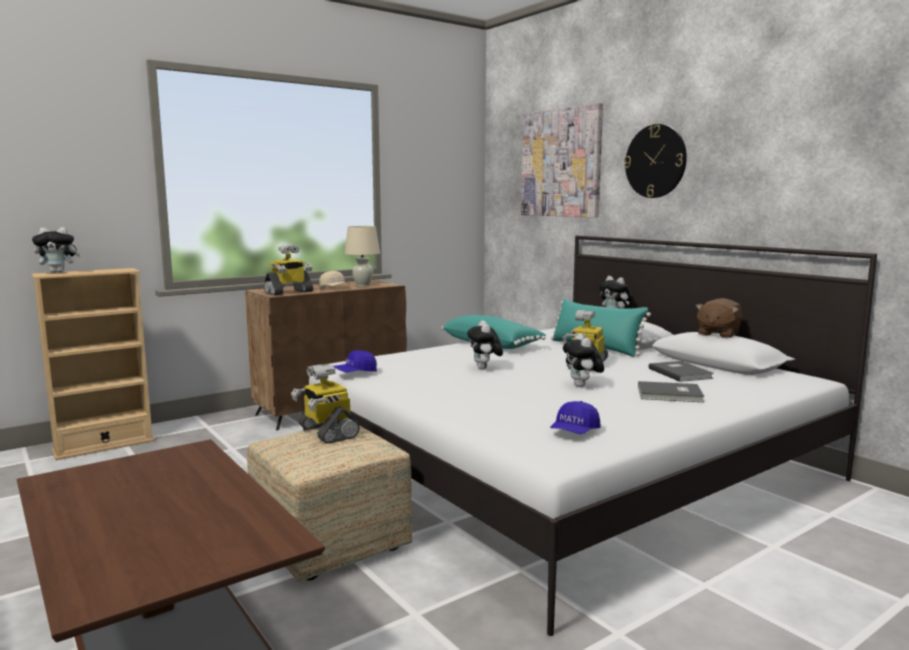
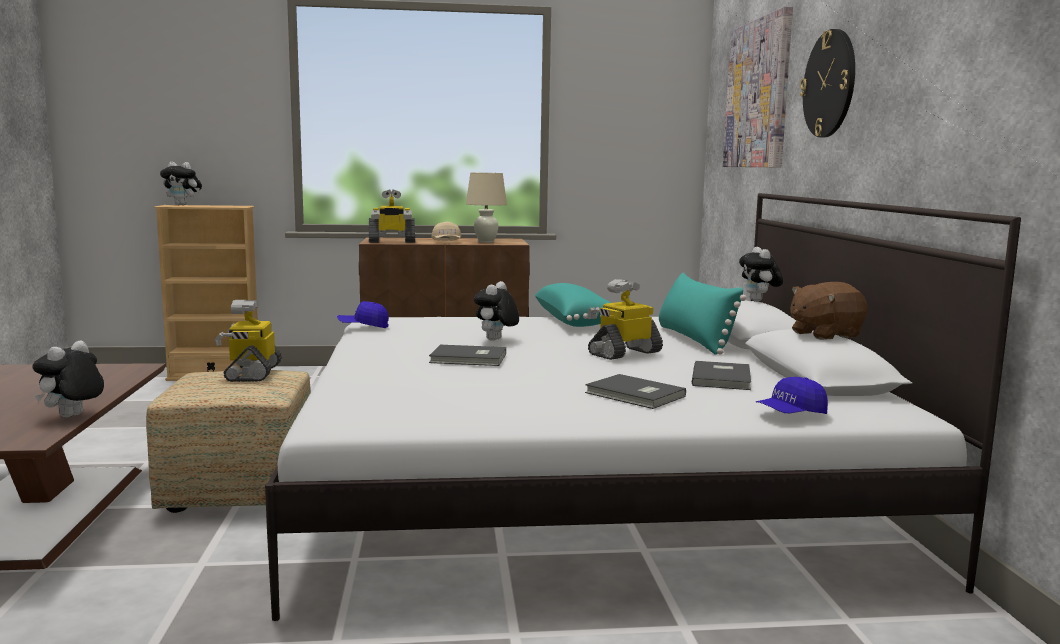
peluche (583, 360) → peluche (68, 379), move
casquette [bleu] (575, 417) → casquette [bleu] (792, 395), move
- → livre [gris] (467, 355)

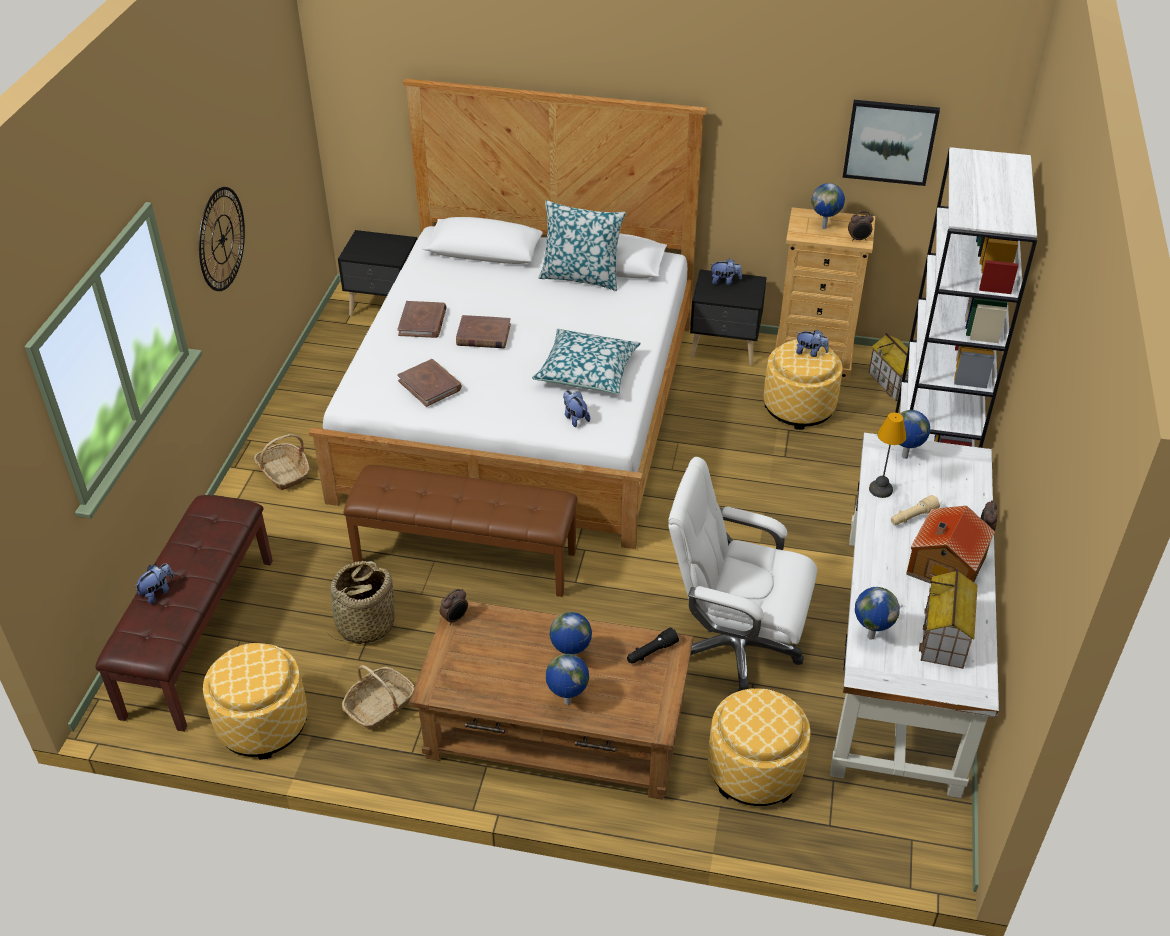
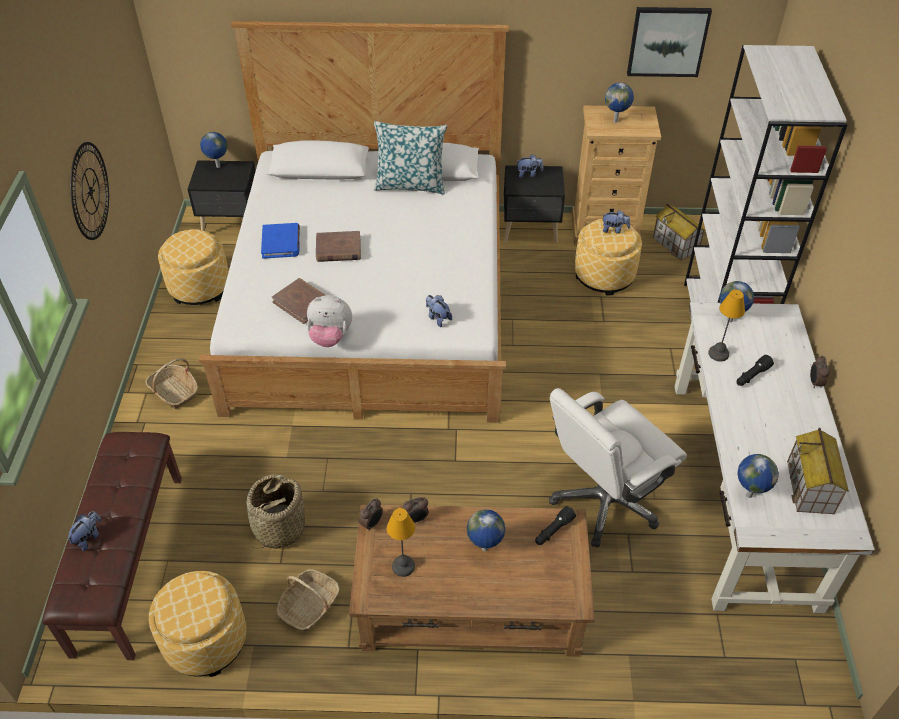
réveil (861, 226) → réveil (416, 510), move
livre [marron] (422, 319) → livre [bleu] (280, 241)
coussin (586, 361) → -
chaise de bureau [blanc] (742, 574) → chaise de bureau [blanc] (618, 468), 45 degrees counterclockwise
banc [marron] (460, 531) → -
lampe de poche [beige] (915, 510) → lampe de poche [noir] (755, 370)
maison miniature (950, 545) → -
globe (567, 679) → globe (213, 150), move
pouf (759, 747) → pouf (193, 267), move
- → peluche (329, 321)
- → lampe de table (401, 542)

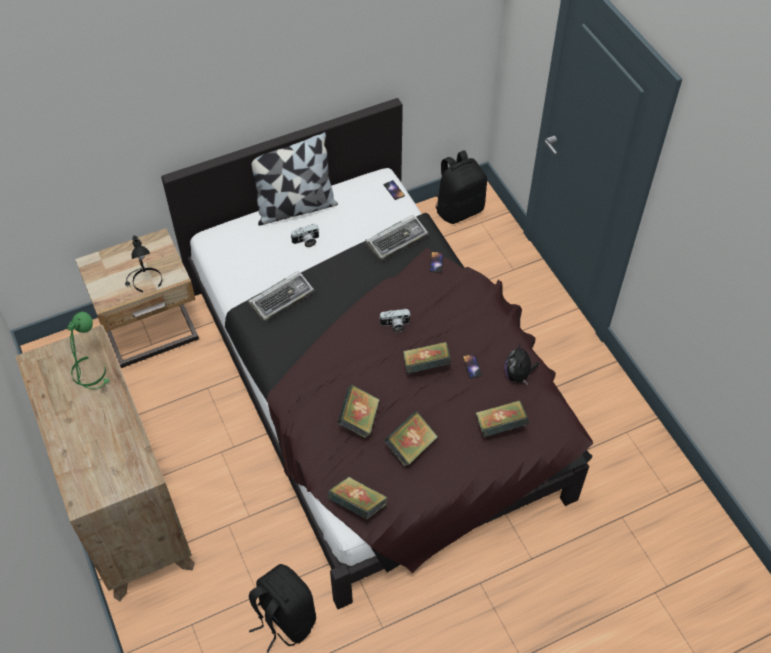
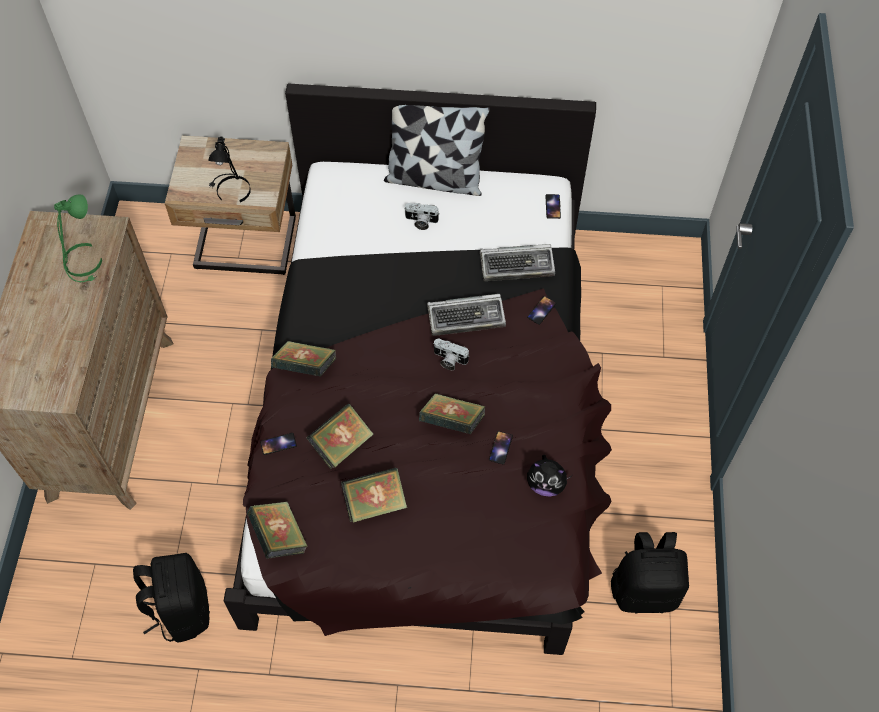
sac à dos [noir] (461, 187) → sac à dos [noir] (650, 573), move
clavier (281, 297) → clavier (466, 315), move
peluche (522, 364) → peluche (549, 475), 105 degrees counterclockwise
livre (502, 418) → livre (304, 359), move
- → téléphone (278, 444)

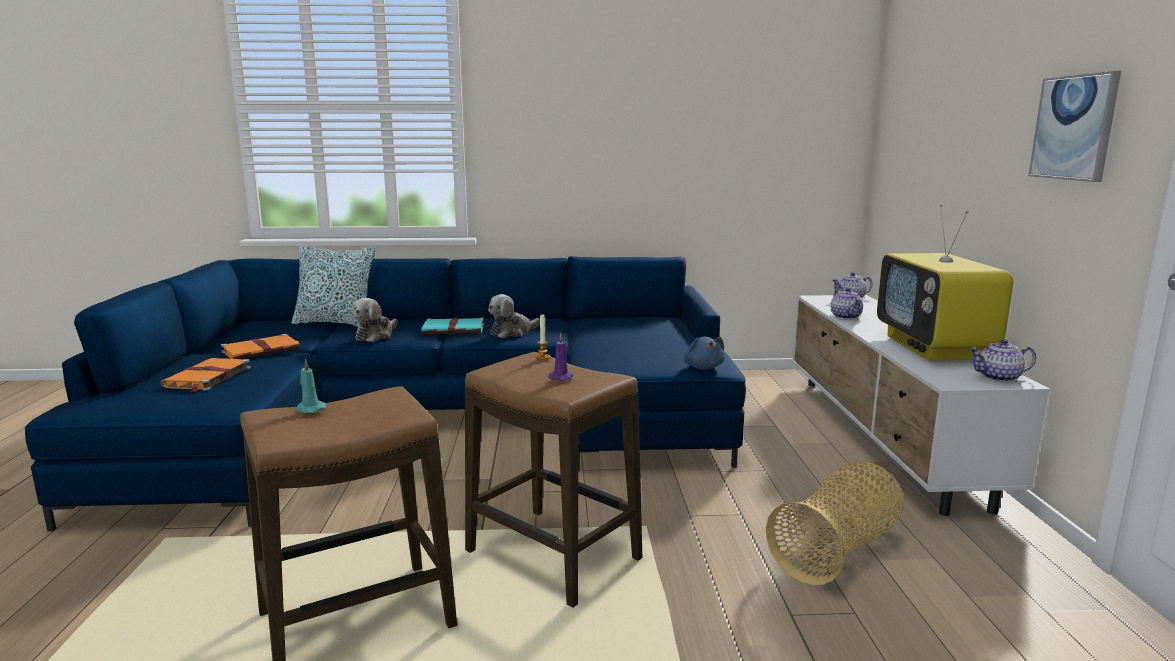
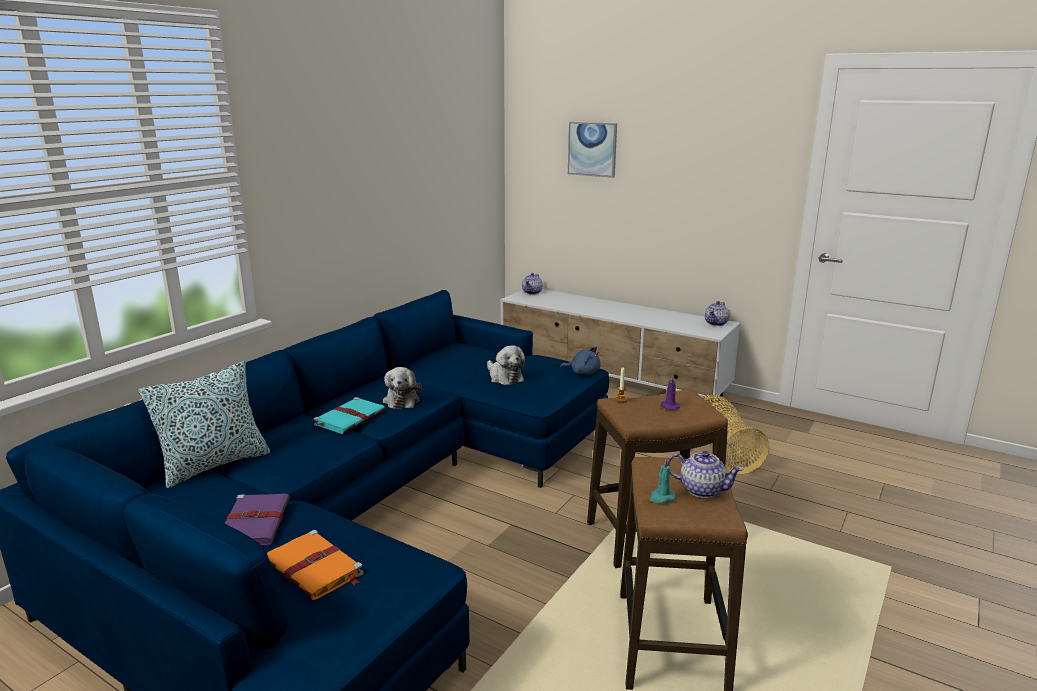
tableau (1075, 126) → tableau (592, 150), move
téléviseur (945, 282) → -
théière (847, 303) → théière (705, 474), move
peluche (374, 320) → peluche (506, 365), move
livre [orange] (260, 346) → livre [violet] (257, 519)

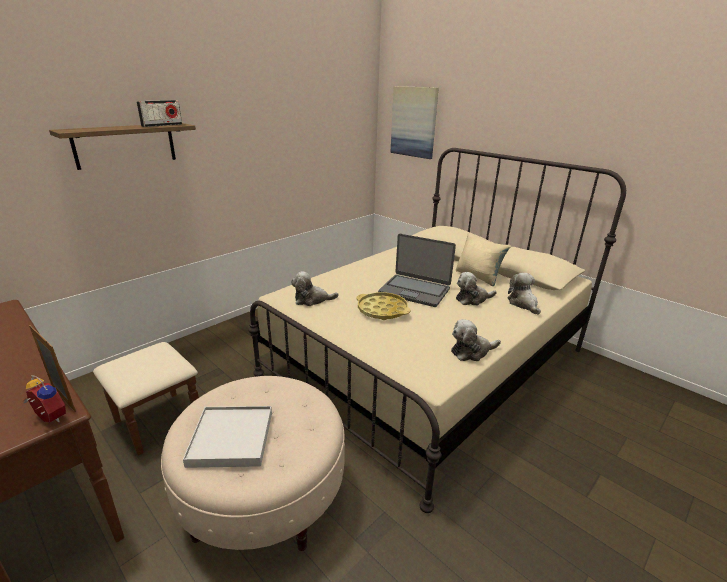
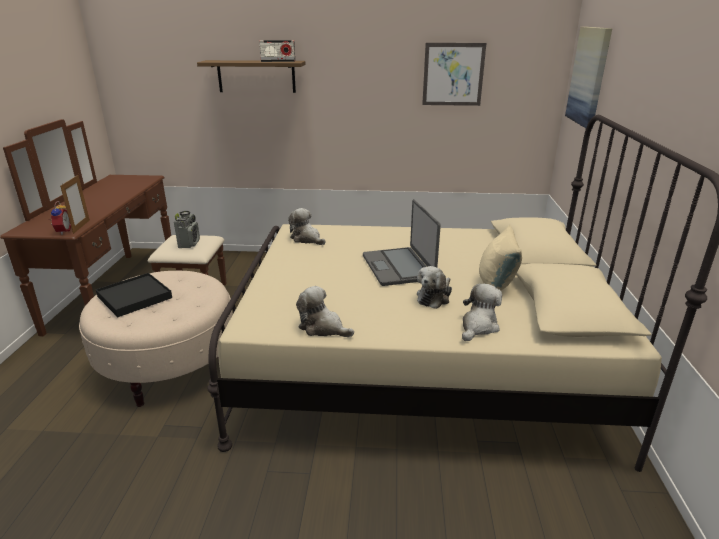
peluche (476, 289) → peluche (434, 287), 90 degrees counterclockwise
plateau [jaune] (383, 306) → -
plateau [blanc] (227, 437) → plateau [noir] (134, 295)
- → tableau (454, 74)
- → radio (187, 229)

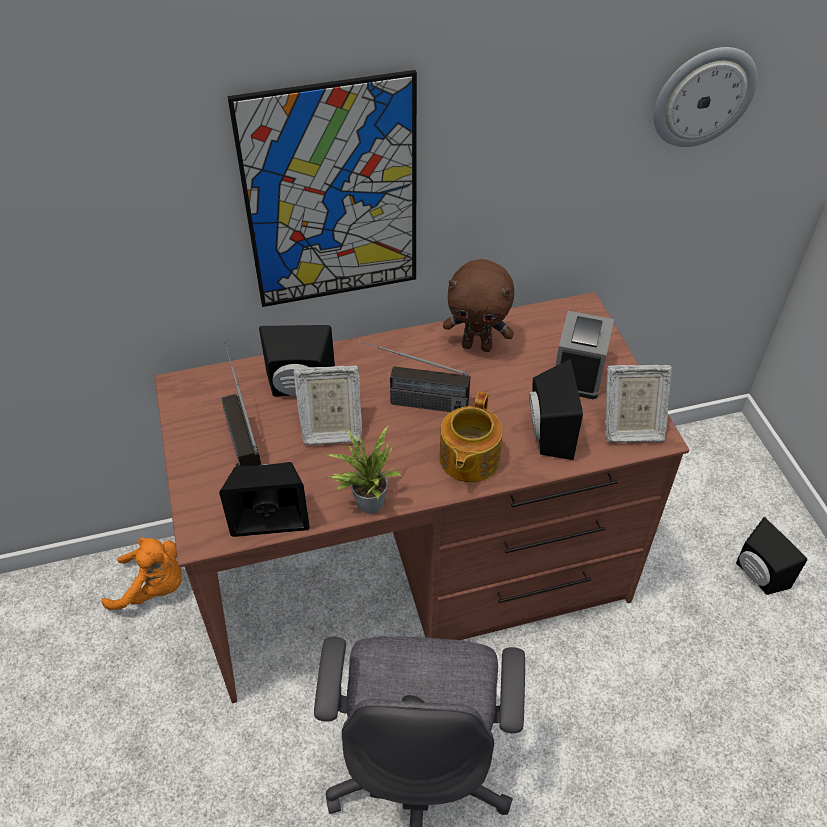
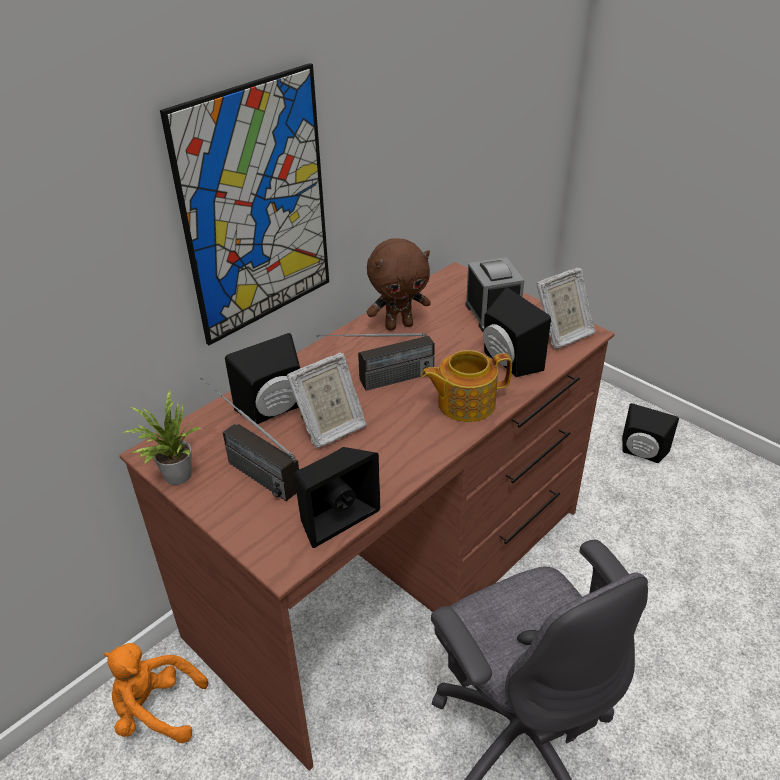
horloge murale (706, 97) → -
théière (471, 437) → théière (466, 386), 90 degrees clockwise
plante en pot (364, 469) → plante en pot (163, 437), move
peluche [orange] (141, 573) → peluche [orange] (156, 693), 150 degrees counterclockwise

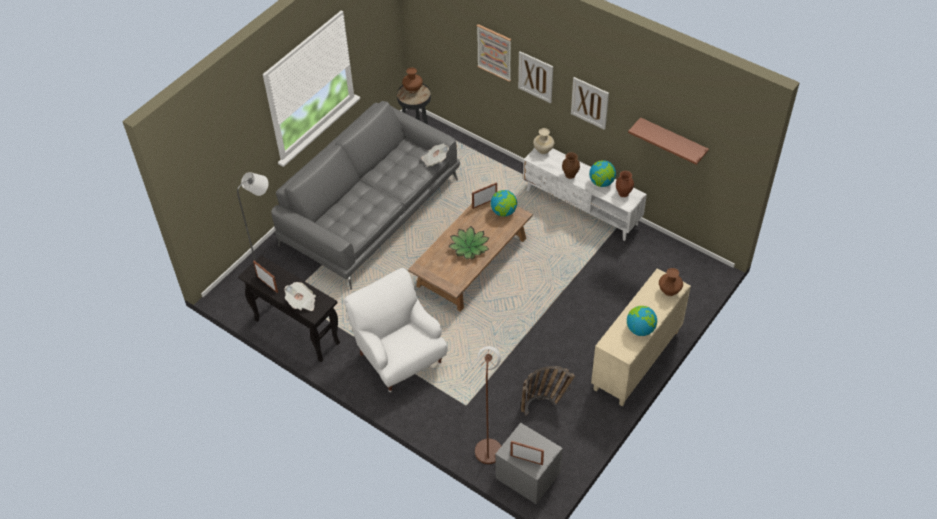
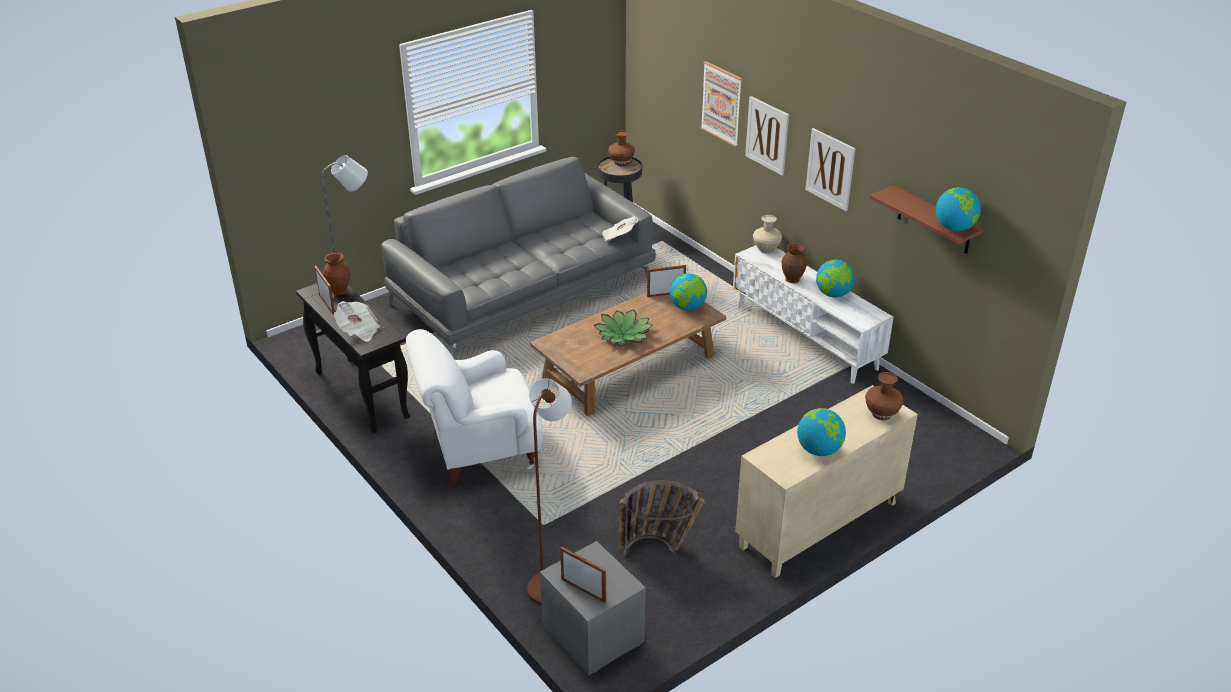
vase [marron] (625, 184) → vase [marron] (336, 274), move
fauteuil [blanc] (395, 330) → fauteuil [blanc] (474, 408), 90 degrees counterclockwise
- → globe (958, 209)

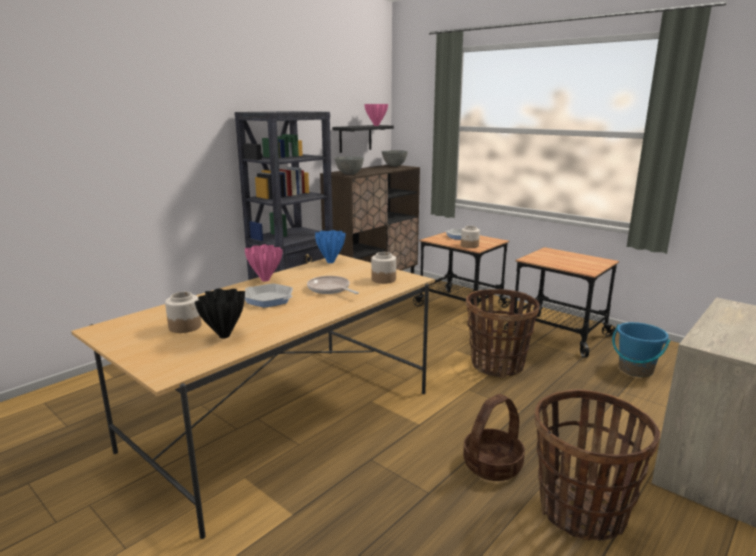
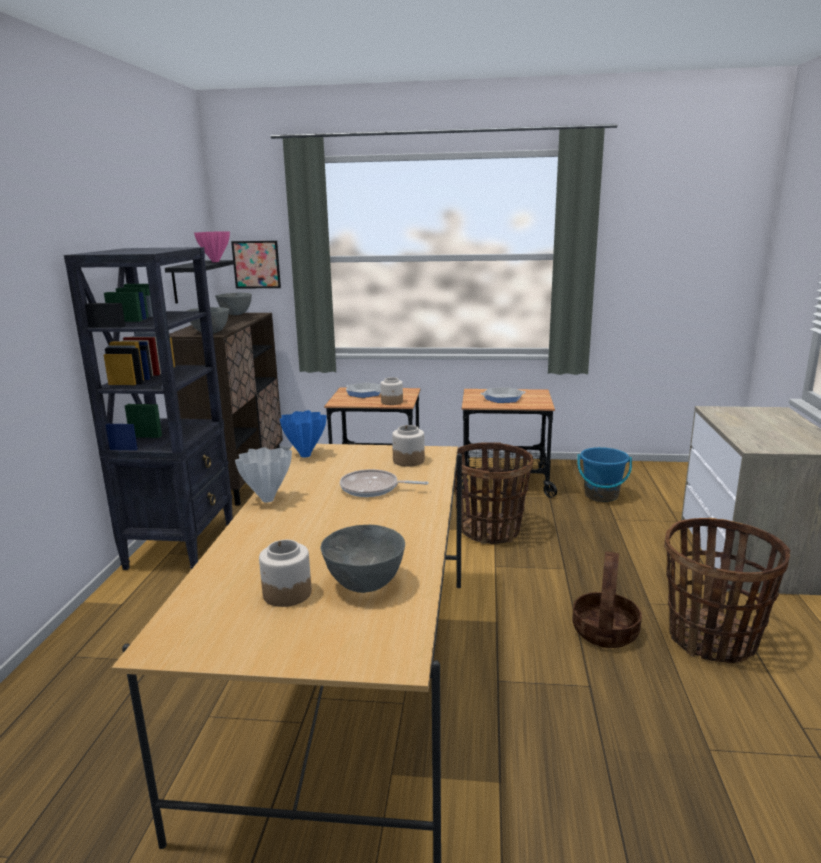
vase [rose] (264, 263) → vase [blanc] (263, 474)
poêle (269, 296) → poêle (503, 395), move
vase [noir] (220, 313) → bol [gris] (363, 559)
- → tableau (256, 265)

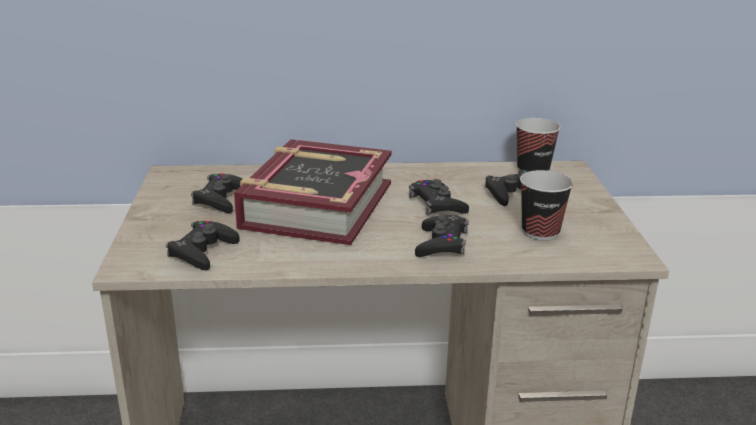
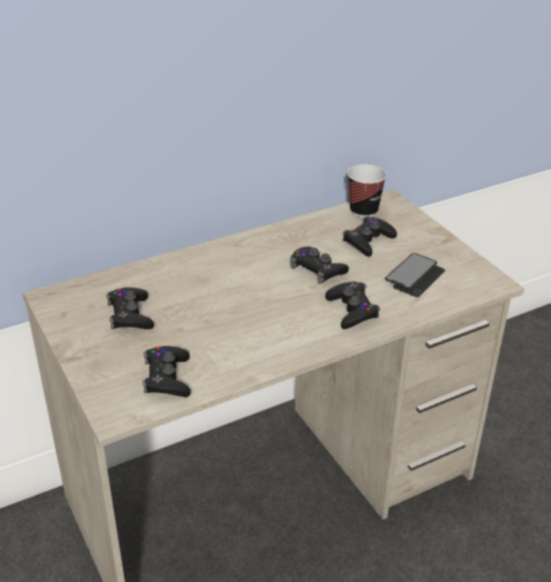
livre (313, 192) → -
tasse (546, 205) → téléphone (415, 275)

